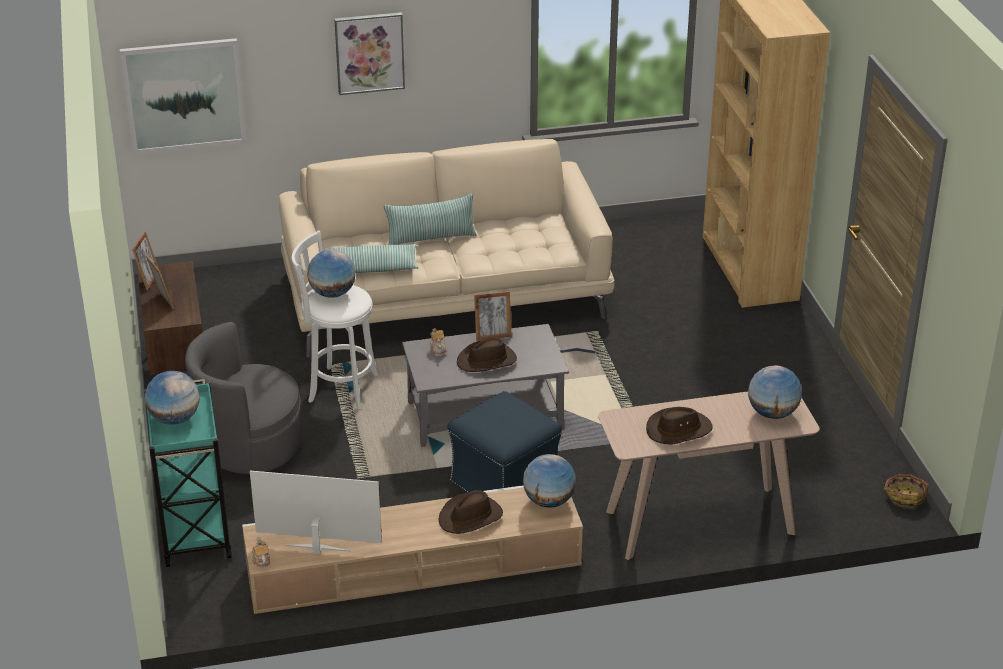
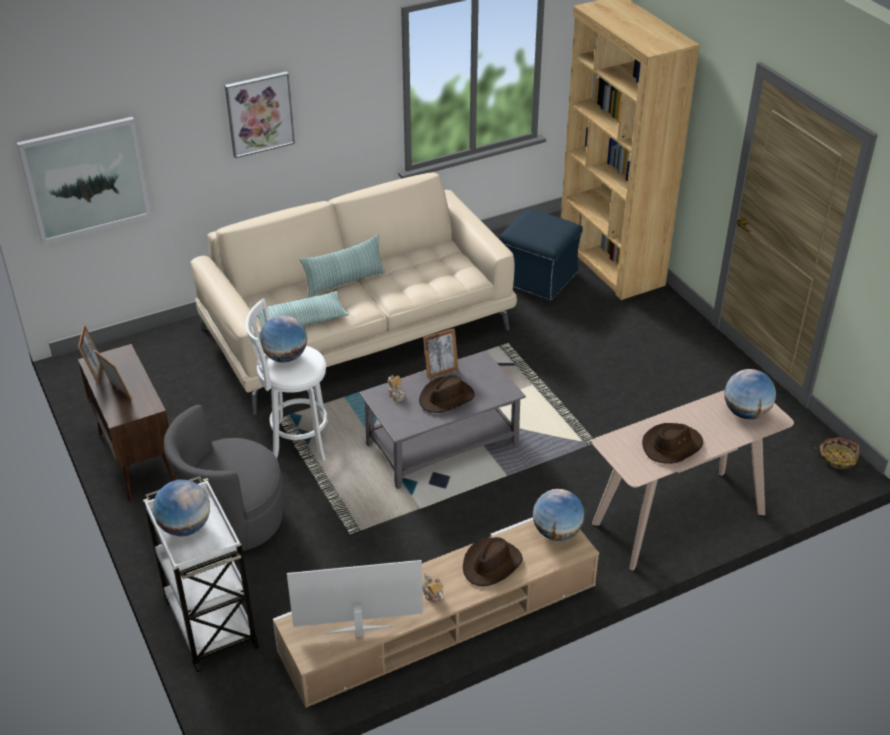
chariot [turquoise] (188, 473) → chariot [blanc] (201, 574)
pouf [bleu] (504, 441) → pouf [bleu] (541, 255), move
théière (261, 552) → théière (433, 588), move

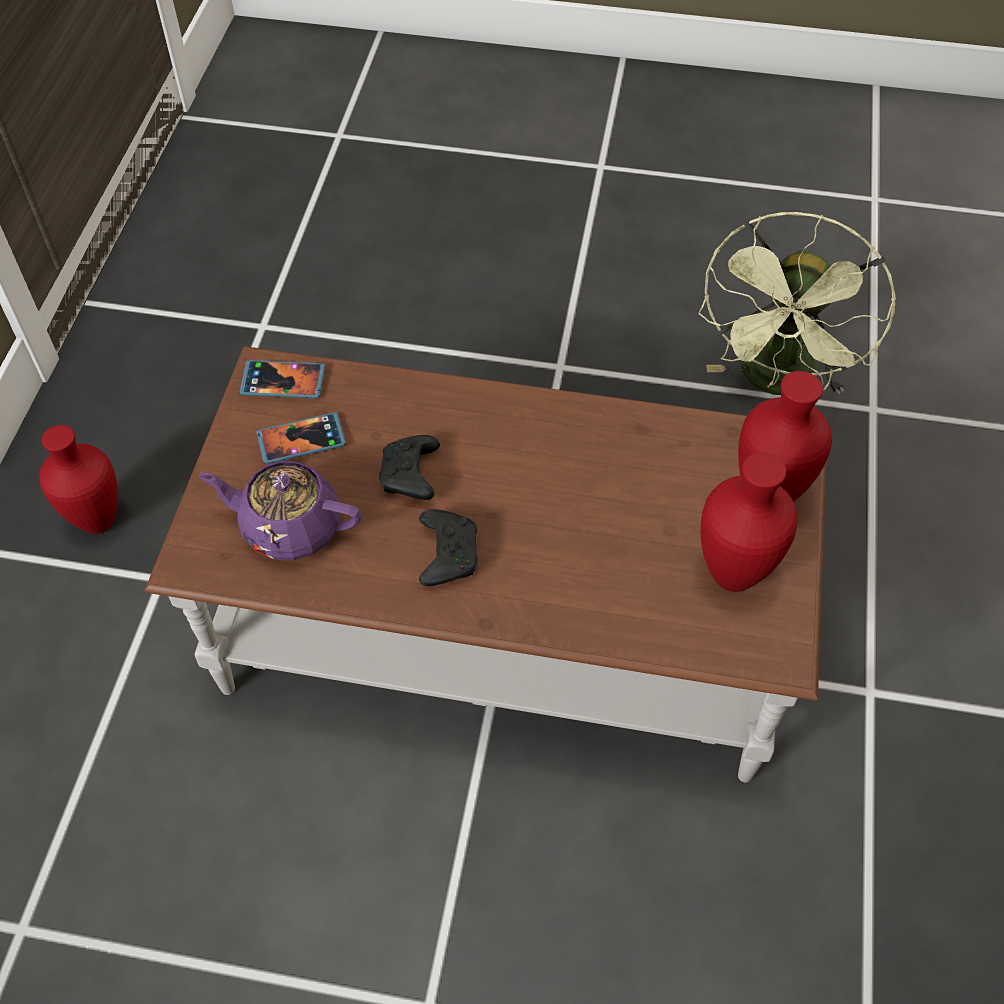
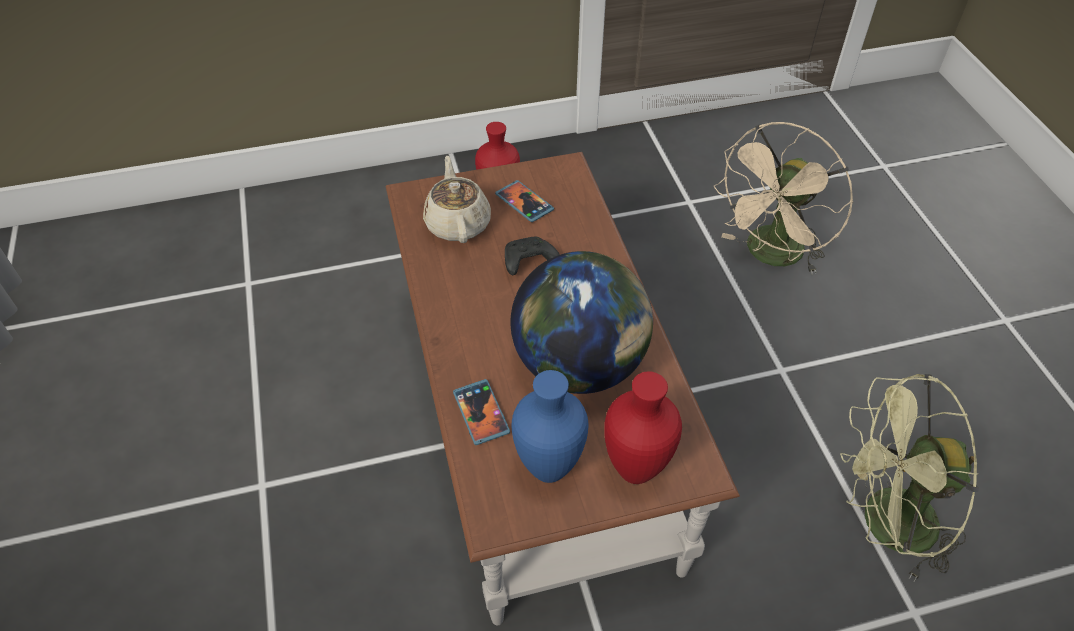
téléphone (282, 379) → téléphone (481, 412), move
vase [rouge] (749, 522) → vase [bleu] (549, 426)
théière [violet] (279, 510) → théière [beige] (457, 199)
manette [noir] (448, 547) → -
- → ventilateur [beige] (783, 198)
- → globe (581, 322)

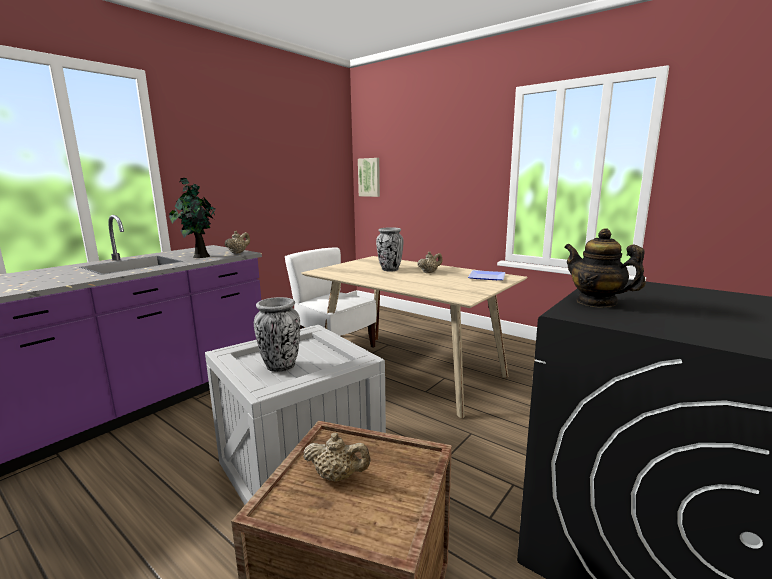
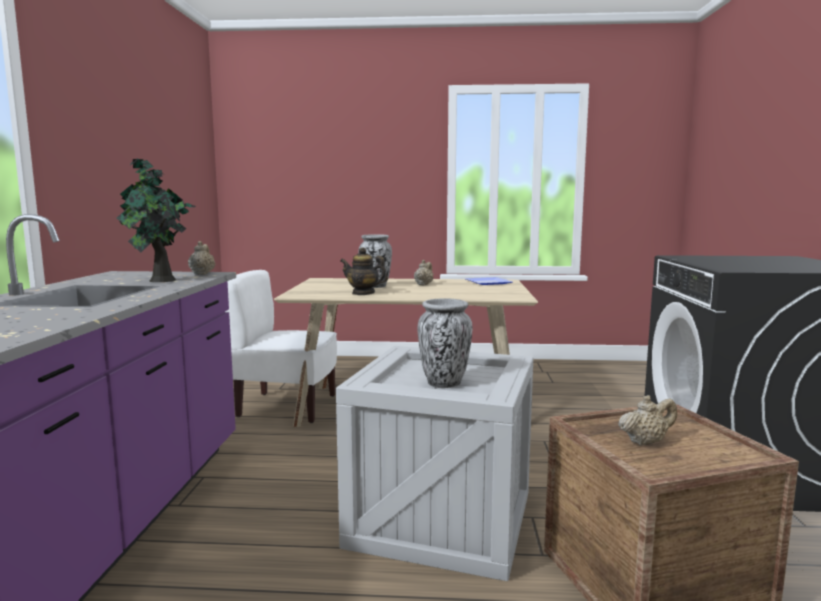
tableau (369, 177) → -
théière (605, 267) → théière (364, 271), move

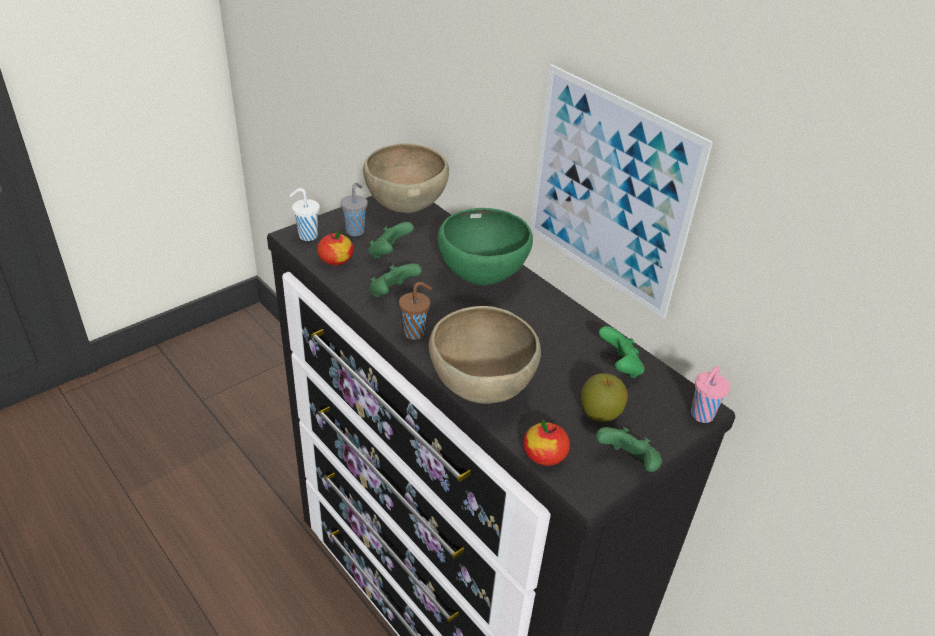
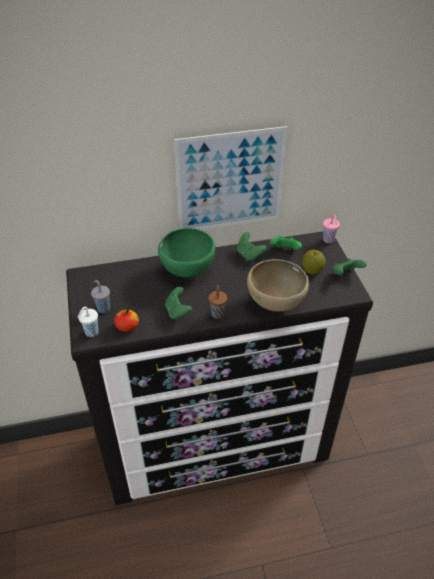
bol [marron] (406, 178) → -
manette [vert] (391, 240) → manette [vert] (252, 247), move
pomme (546, 443) → -

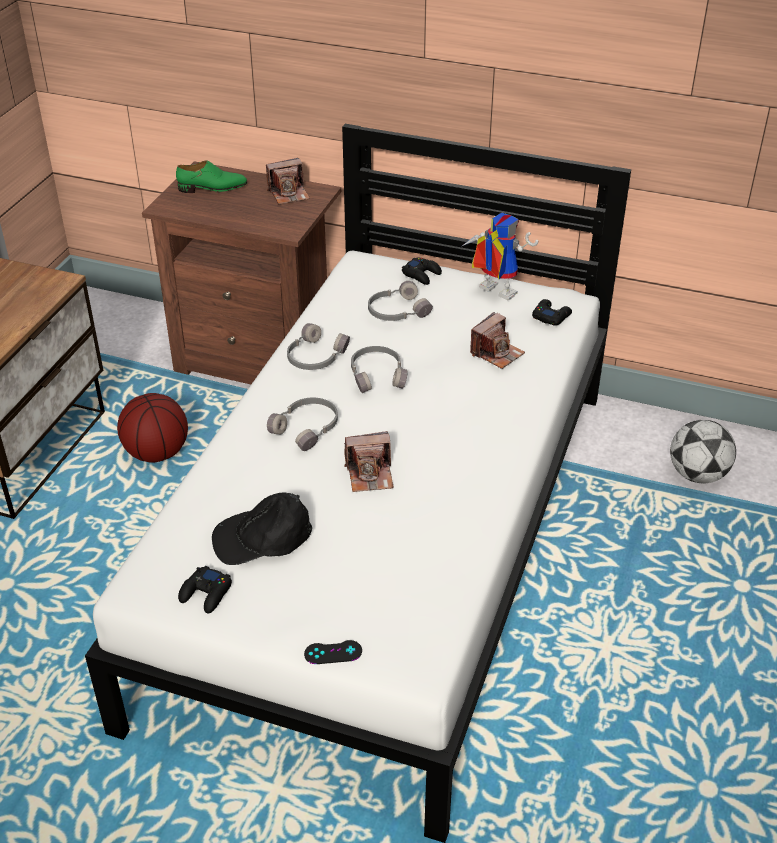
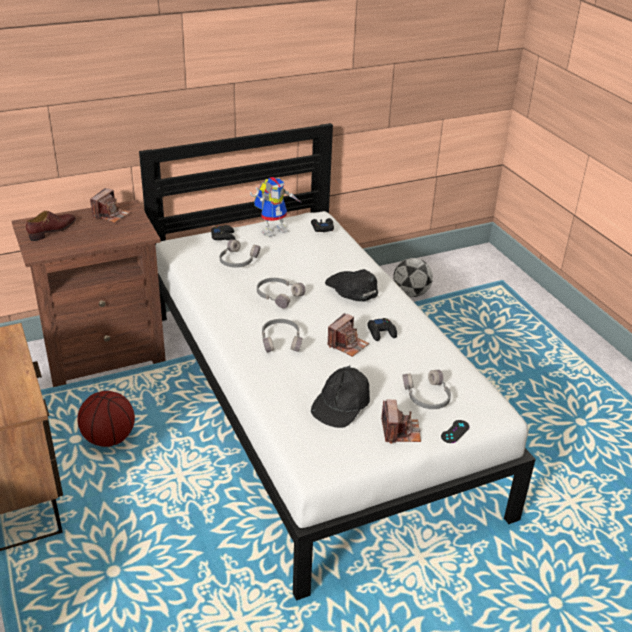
chaussure [vert] (211, 176) → chaussure [marron] (51, 226)
robot jouet (500, 256) → robot jouet (275, 207), 150 degrees clockwise
appareil photo (497, 340) → appareil photo (401, 421), move
casque audio [gris] (318, 346) → casque audio [gris] (426, 389), move
manette [noir] (205, 589) → manette [noir] (382, 329), move
- → casquette [noir] (351, 285)

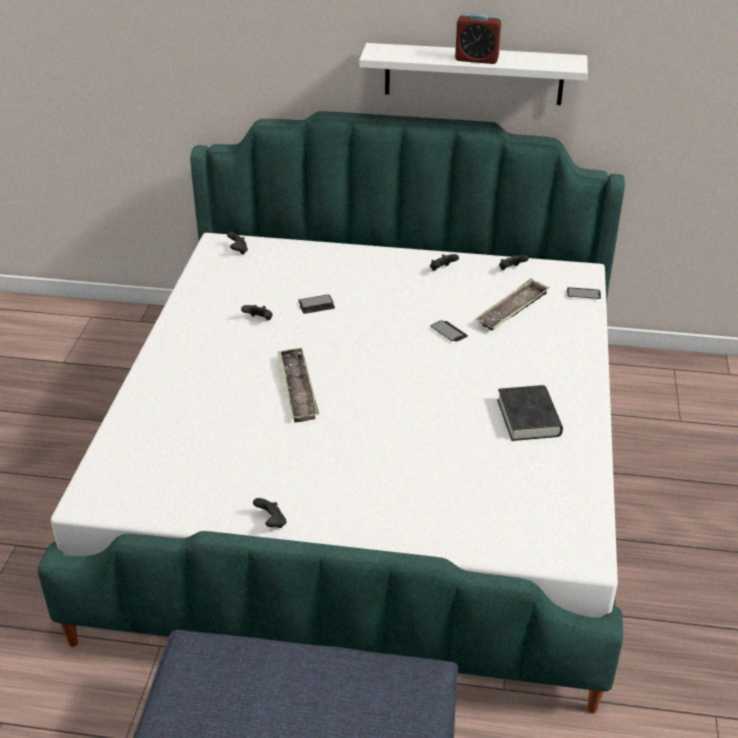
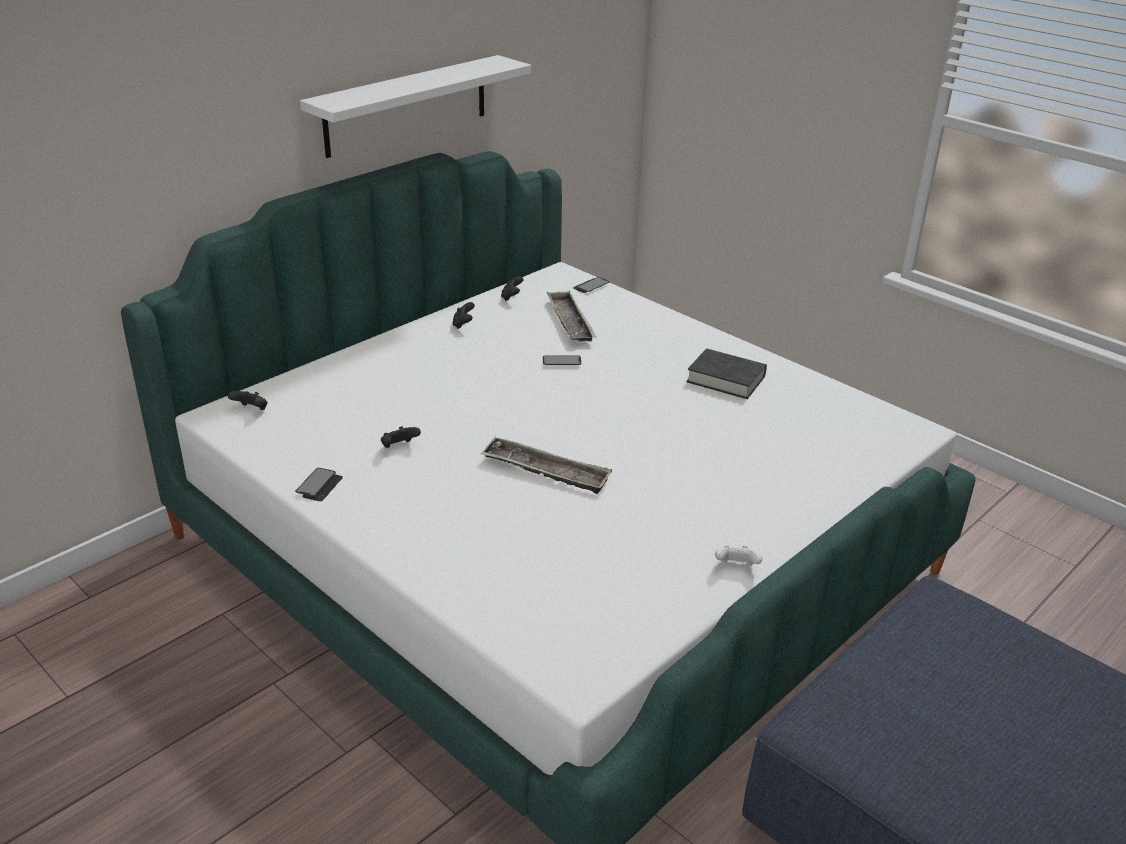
réveil (478, 38) → -
téléphone (316, 304) → téléphone (319, 484), move
manette [noir] (269, 513) → manette [blanc] (738, 556)

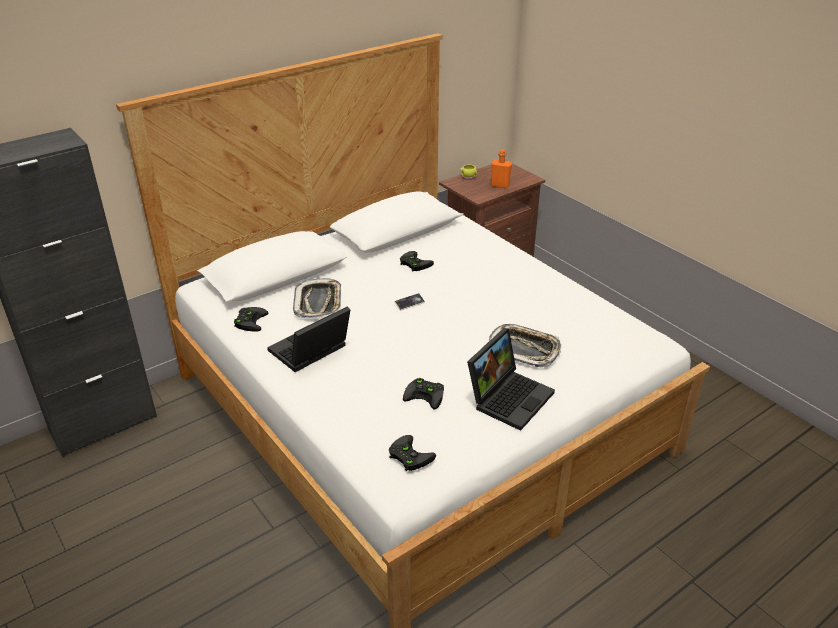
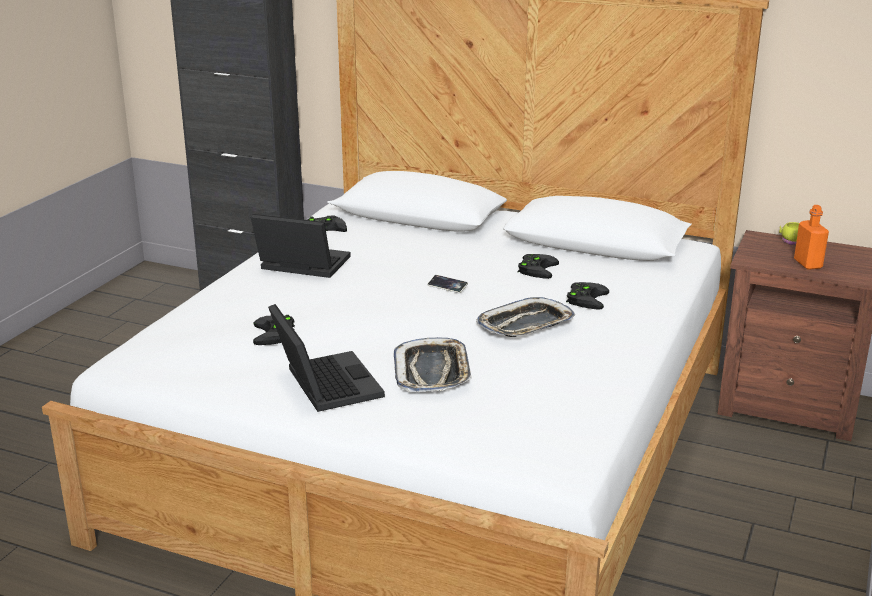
plateau (317, 298) → plateau (525, 317), move
ordinateur portable (511, 379) → ordinateur portable (326, 358), 120 degrees counterclockwise
manette [noir] (412, 453) → manette [noir] (587, 295), move

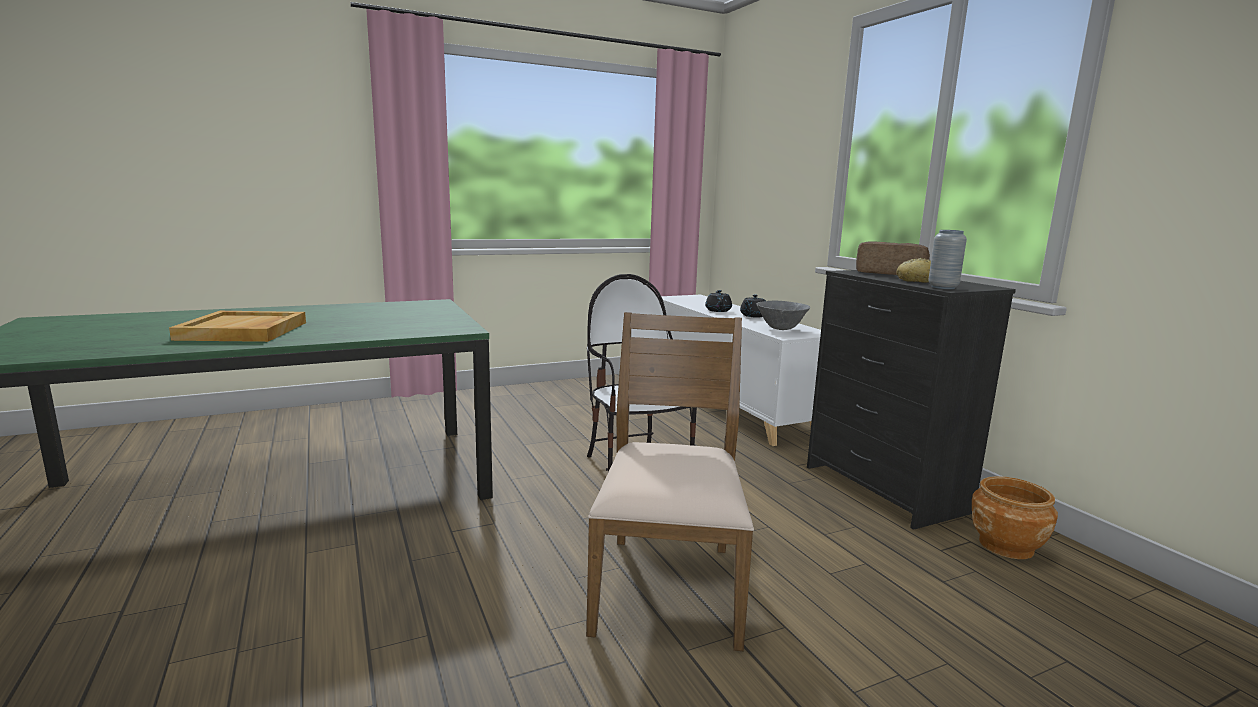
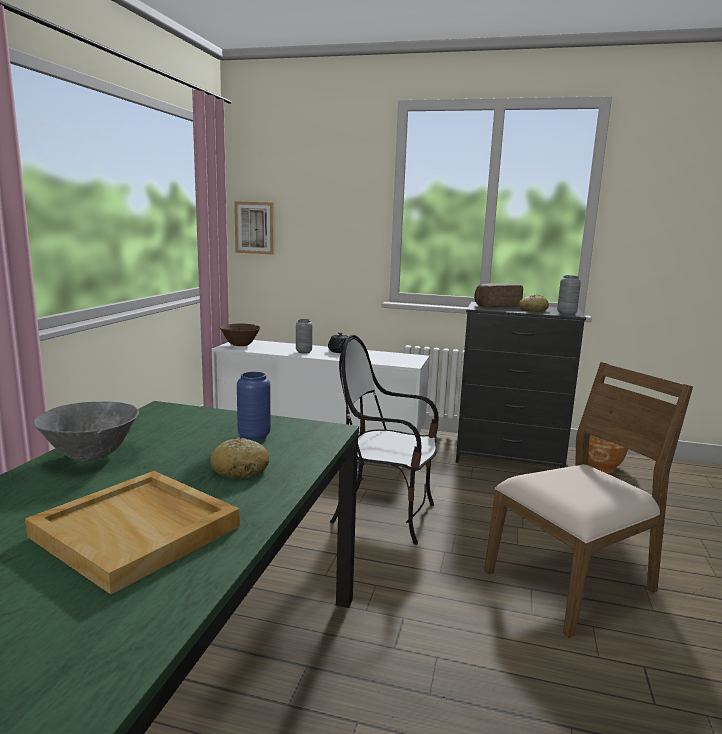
théière [noir] (718, 301) → vase [gris] (304, 336)
bol [gris] (783, 315) → bol [gris] (86, 431), move
chaise [marron] (670, 481) → chaise [marron] (588, 500), 105 degrees clockwise
- → tableau (254, 228)
- → bol [marron] (239, 334)
- → vase [bleu] (254, 406)
- → pain (239, 457)

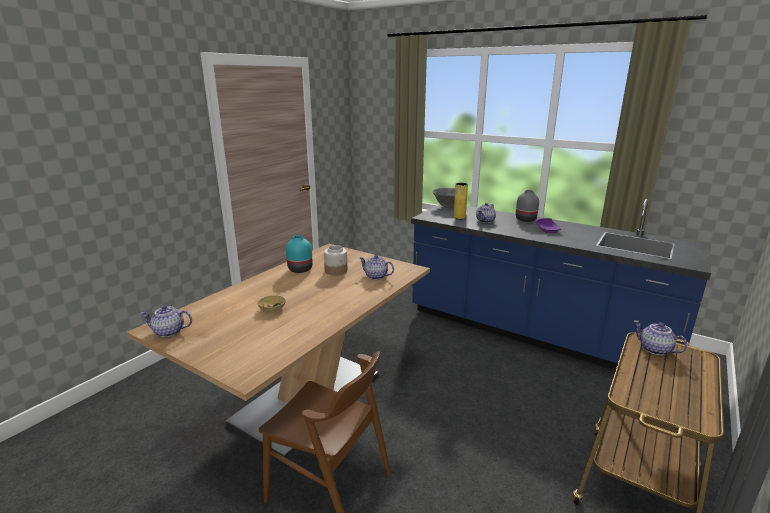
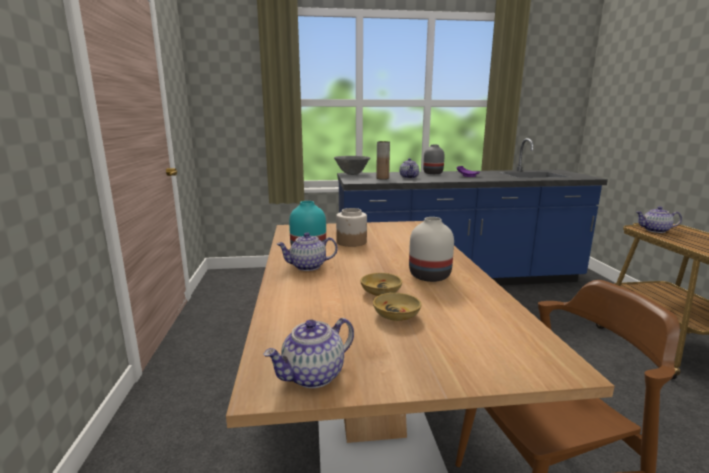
vase [jaune] (461, 201) → vase [marron] (383, 160)
théière (376, 267) → théière (307, 251), move
- → vase [blanc] (431, 249)
- → bol [beige] (397, 307)

